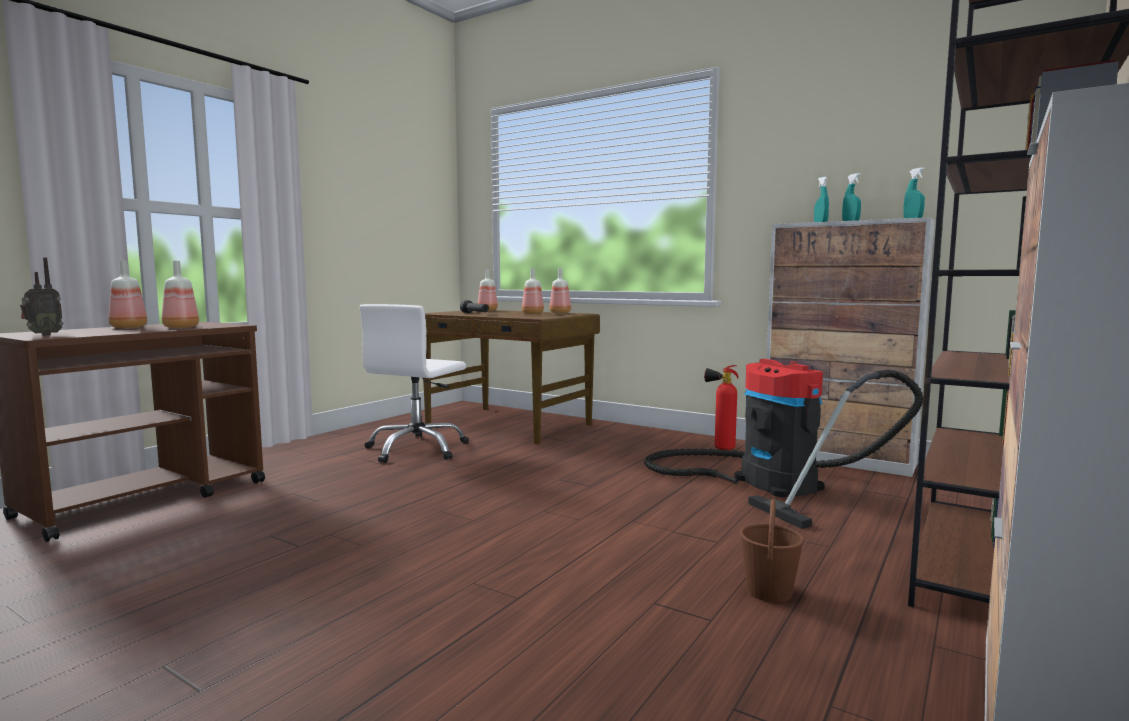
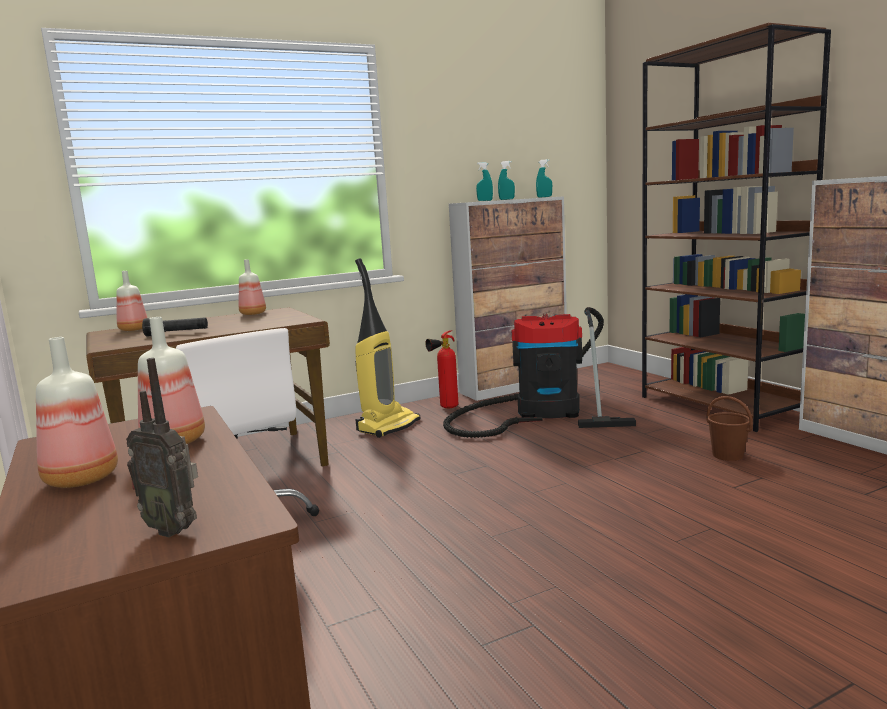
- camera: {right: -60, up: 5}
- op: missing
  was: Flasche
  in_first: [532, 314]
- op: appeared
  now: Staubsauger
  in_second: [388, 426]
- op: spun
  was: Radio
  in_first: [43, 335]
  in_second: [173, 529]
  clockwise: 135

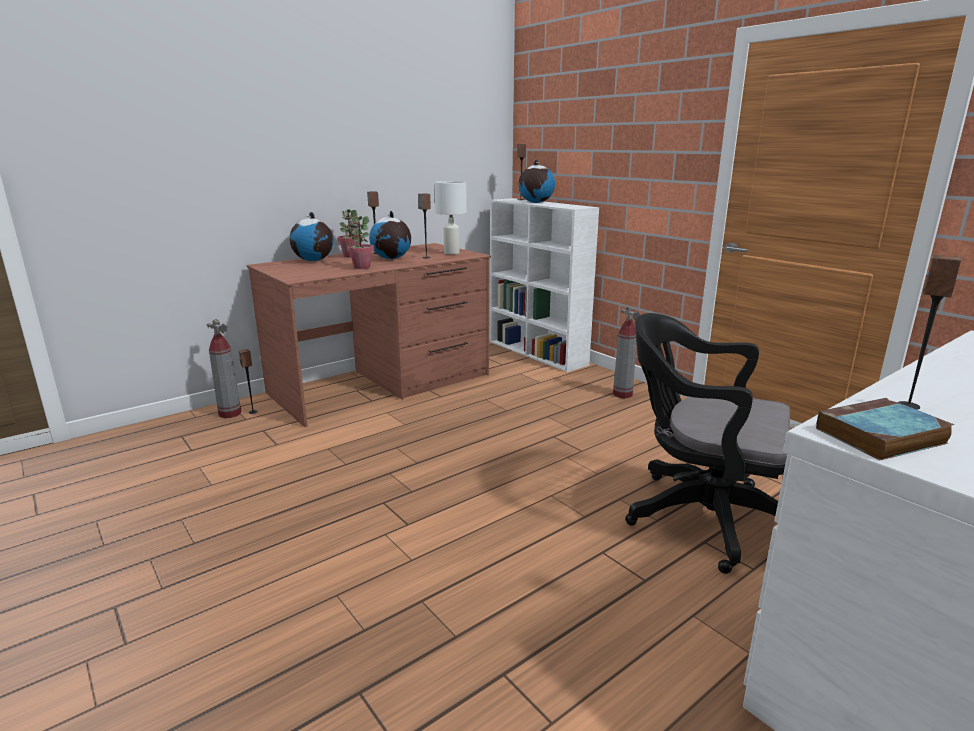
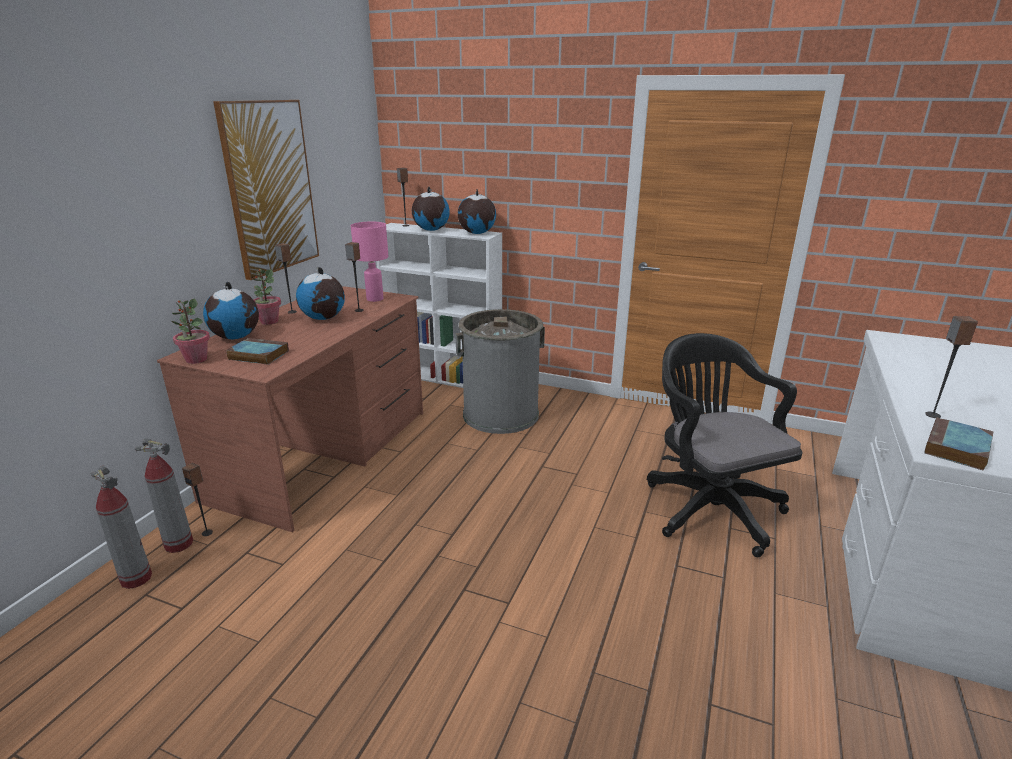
- camera: {right: -30, up: 5}
- op: appeared
  now: Bild
  in_second: [270, 188]
- op: appeared
  now: Buch
  in_second: [257, 355]
- op: appeared
  now: Mülleimer (grau)
  in_second: [500, 414]
- op: appeared
  now: Globus
  in_second: [476, 233]
- op: relocated
  was: Topfpflanze
  in_first: [361, 267]
  in_second: [196, 359]
- op: relocated
  was: Feuerlöscher
  in_first: [622, 394]
  in_second: [136, 578]
- op: colour
  was: Tischlampe (weiß)
  now: Tischlampe (rosa)
  in_first: [452, 253]
  in_second: [375, 299]
- op: spun
  was: Bürostuhl (schwarz)
  in_first: [700, 516]
  in_second: [708, 506]
  clockwise: 75

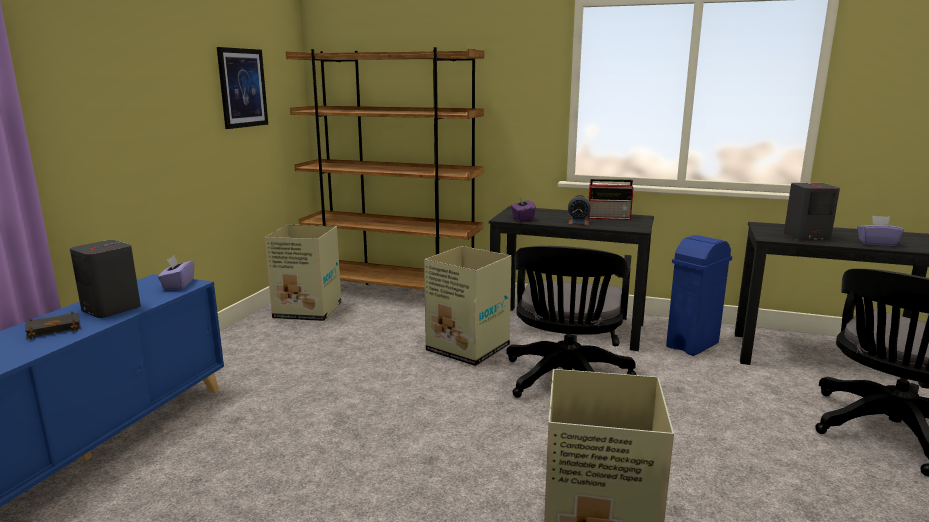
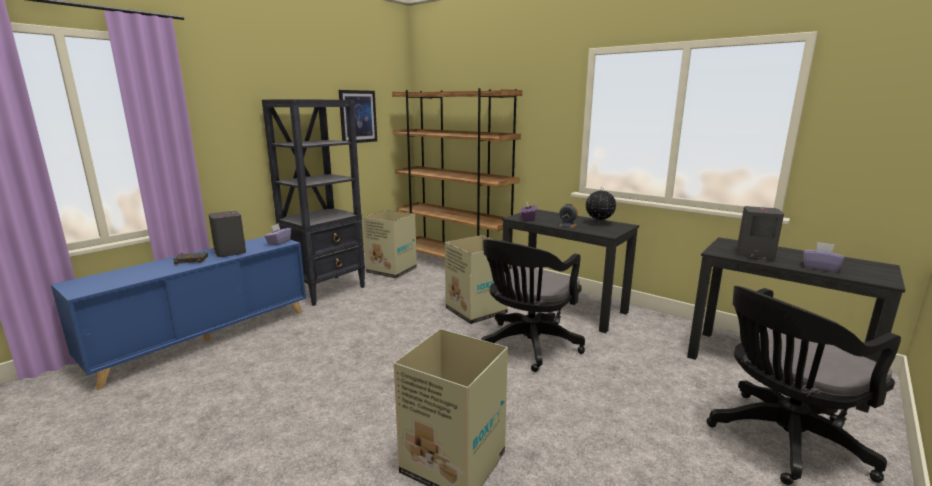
- camera: {right: 20, up: 0}
- op: missing
  was: Mülleimer (blau)
  in_first: [693, 345]
- op: appeared
  now: Bücherregal (schwarz)
  in_second: [326, 290]
- op: exchanged
  was: Radio
  now: Globus
  in_first: [610, 217]
  in_second: [599, 223]

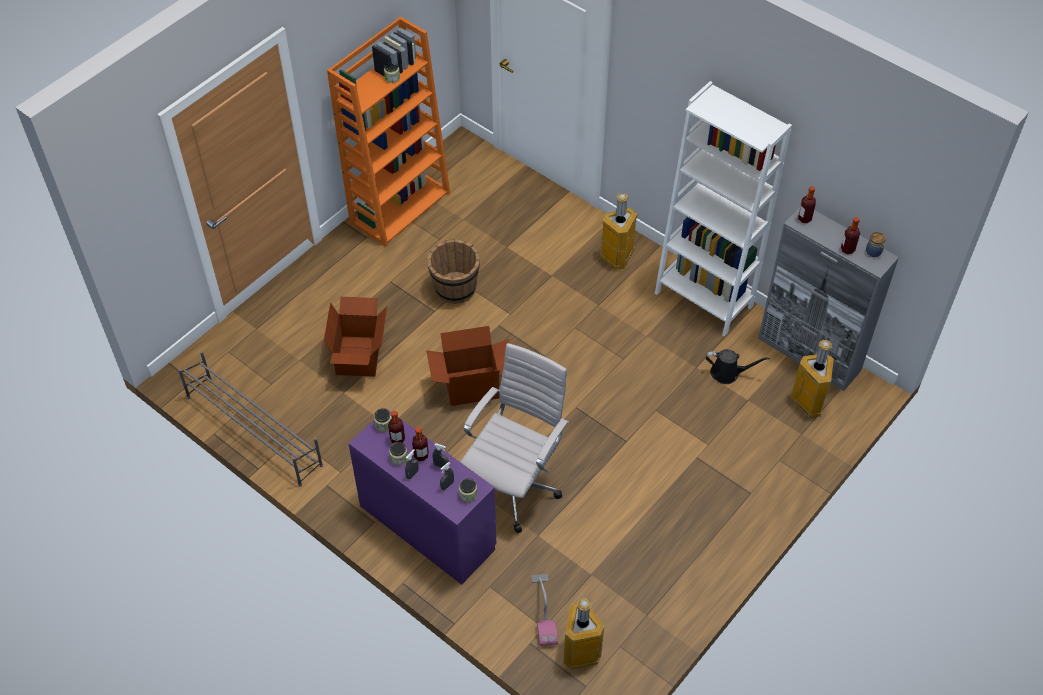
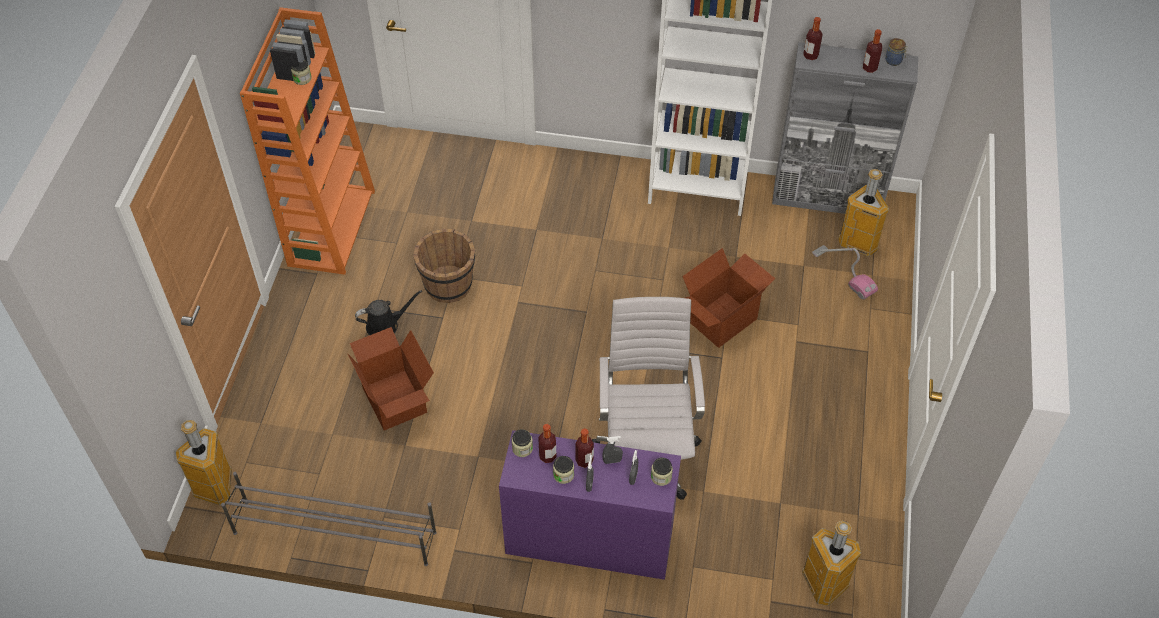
- camera: {right: -30, up: 0}
- op: relocated
  was: Karton
  in_first: [471, 385]
  in_second: [721, 319]
- op: relocated
  was: Staubsauger
  in_first: [544, 611]
  in_second: [843, 273]
- op: relocated
  was: Mülleimer
  in_first: [618, 257]
  in_second: [216, 486]
- op: relocated
  was: Gießkanne (schwarz)
  in_first: [728, 373]
  in_second: [385, 325]

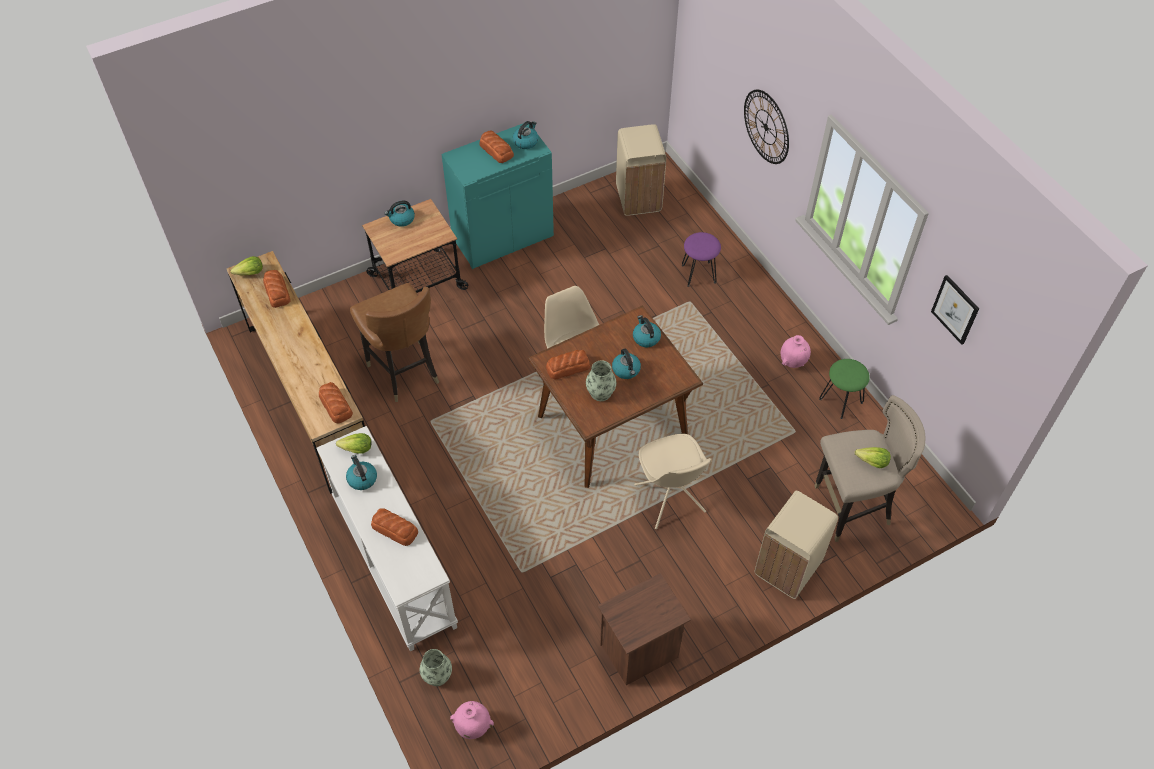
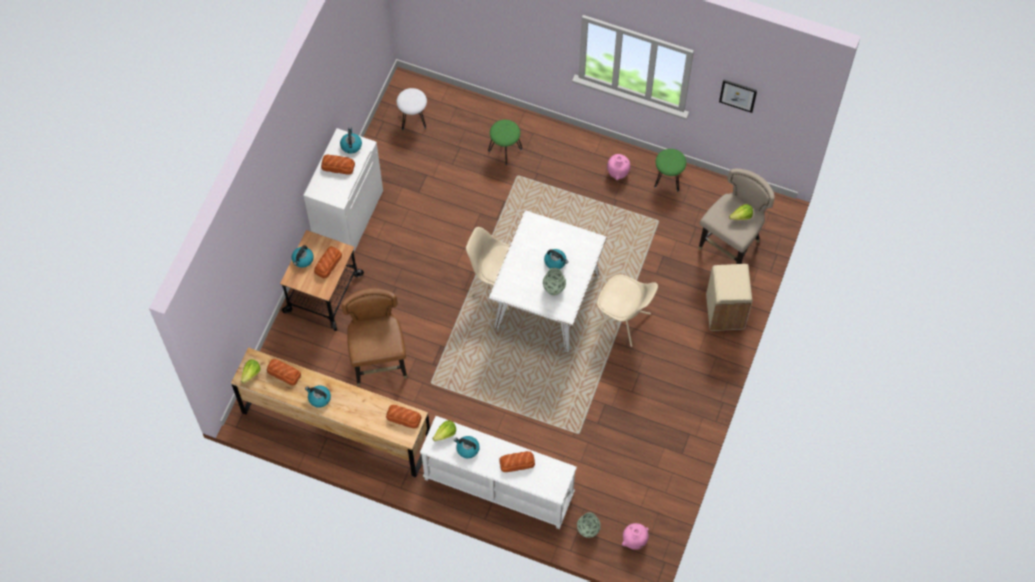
- camera: {right: -40, up: 10}
- op: missing
  was: Nachttisch (braun)
  in_first: [640, 652]
- op: missing
  was: Wanduhr
  in_first: [766, 127]
- op: relocated
  was: Brot
  in_first: [567, 367]
  in_second: [327, 264]
- op: relocated
  was: Wasserkessel
  in_first: [646, 338]
  in_second: [319, 398]
- op: exchanged
  was: Mülleimer (beige)
  now: Hocker (weiß)
  in_first: [639, 198]
  in_second: [413, 118]
- op: colour
  was: Schrank (türkis)
  now: Schrank (weiß)
  in_first: [503, 236]
  in_second: [348, 216]
- op: colour
  was: Esstisch (braun)
  now: Esstisch (weiß)
  in_first: [612, 427]
  in_second: [547, 300]
- op: colour
  was: Hocker (lila)
  now: Hocker (grün)
  in_first: [698, 274]
  in_second: [505, 150]
- op: spun
  was: Stuhl (braun)
  in_first: [404, 371]
  in_second: [379, 363]
  clockwise: -120

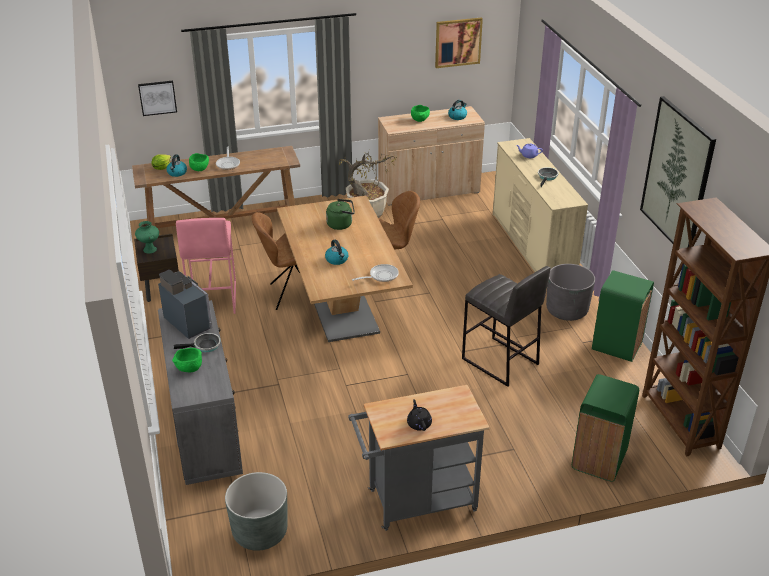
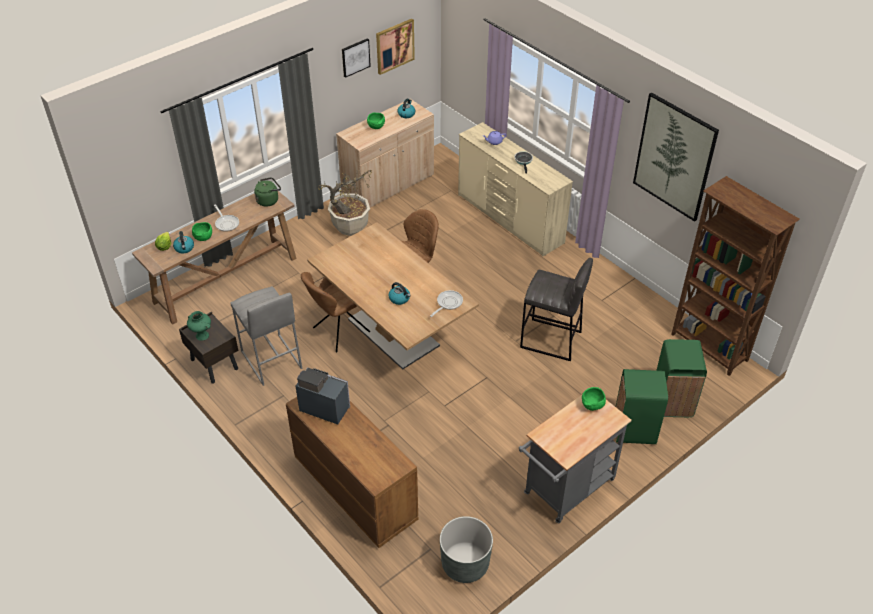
- camera: {right: -25, up: 10}
- op: missing
  was: Pfanne
  in_first: [205, 346]
- op: missing
  was: Teekanne (schwarz)
  in_first: [419, 423]
- op: missing
  was: Pflanzkübel (grau)
  in_first: [567, 310]
- op: relocated
  was: Bild
  in_first: [157, 97]
  in_second: [355, 57]
- op: relocated
  was: Schüssel (grün)
  in_first: [189, 369]
  in_second: [592, 406]
- op: relocated
  was: Wasserkessel (grün)
  in_first: [341, 224]
  in_second: [268, 200]
- op: relocated
  was: Mülleimer (grün)
  in_first: [617, 347]
  in_second: [635, 430]
- op: colour
  was: Kommode (grau)
  now: Kommode (braun)
  in_first: [205, 427]
  in_second: [354, 488]
- op: colour
  was: Hocker (rosa)
  now: Hocker (grau)
  in_first: [212, 299]
  in_second: [271, 360]

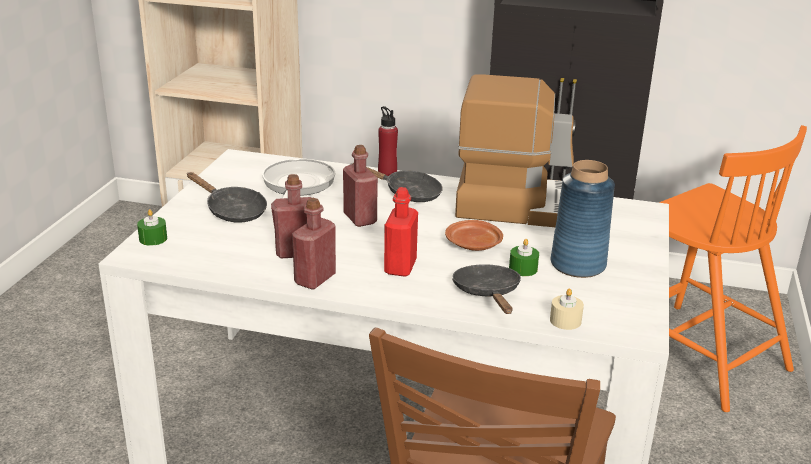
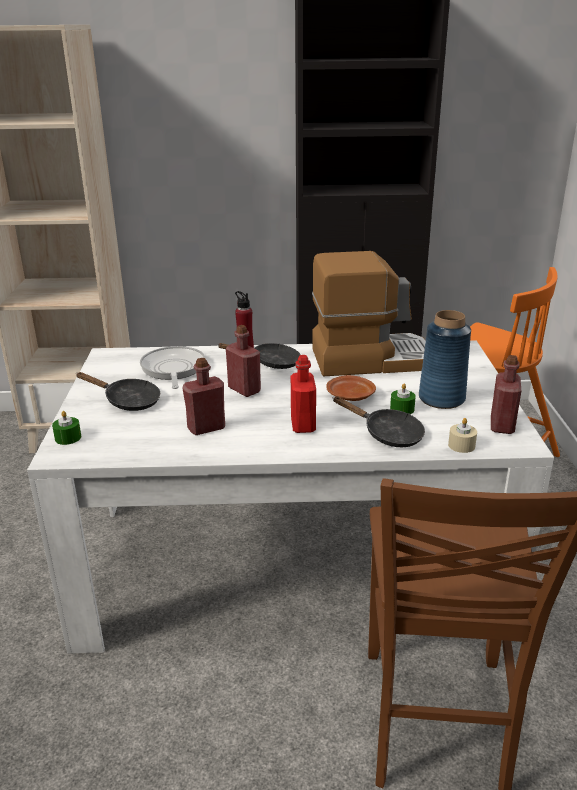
- camera: {right: -15, up: 0}
- op: relocated
  was: Flasche (rot)
  in_first: [315, 279]
  in_second: [502, 425]
- op: spun
  was: Pfanne (schwarz)
  in_first: [488, 293]
  in_second: [387, 434]
  clockwise: 150

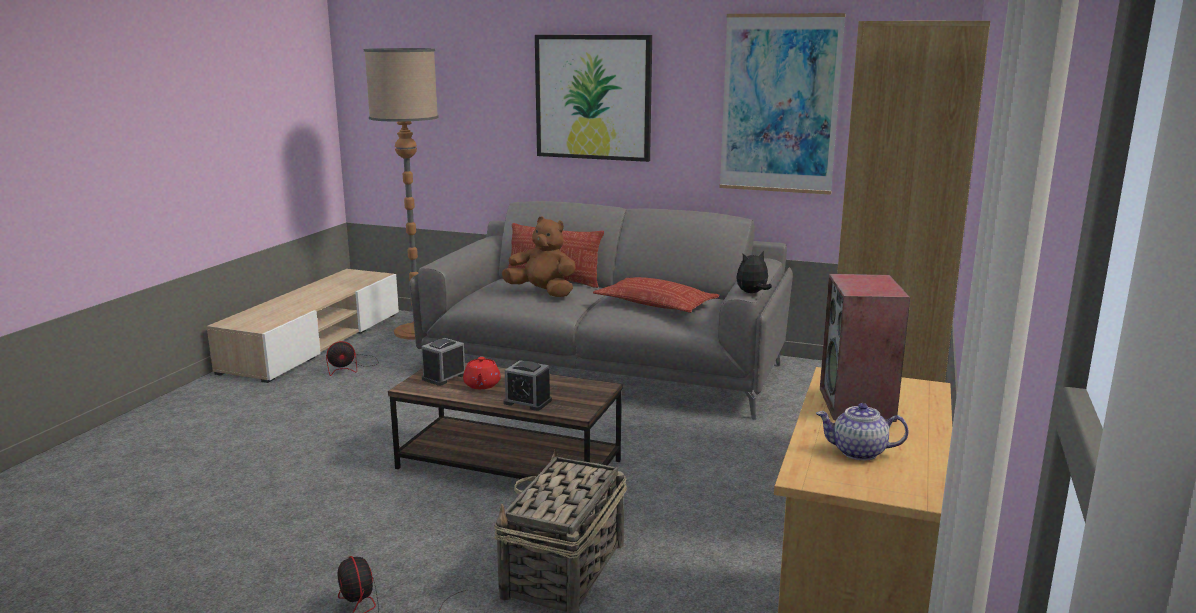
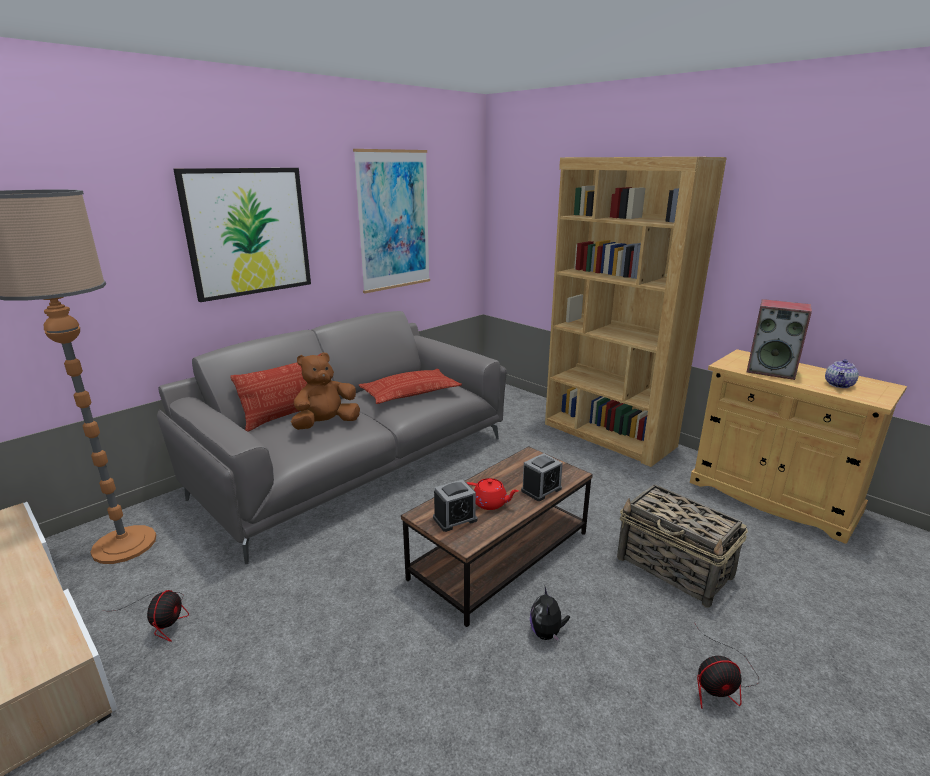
- camera: {right: -65, up: 5}
- op: relocated
  was: Plüschtier
  in_first: [752, 293]
  in_second: [547, 633]
- op: spun
  was: Wecker
  in_first: [444, 377]
  in_second: [455, 519]
  clockwise: -90

